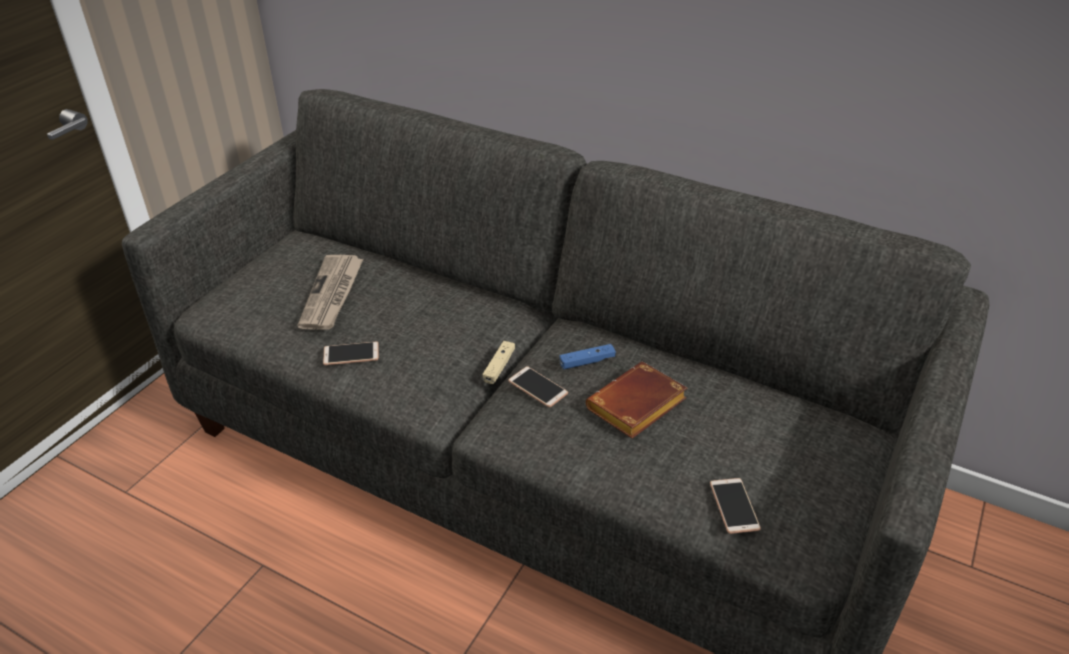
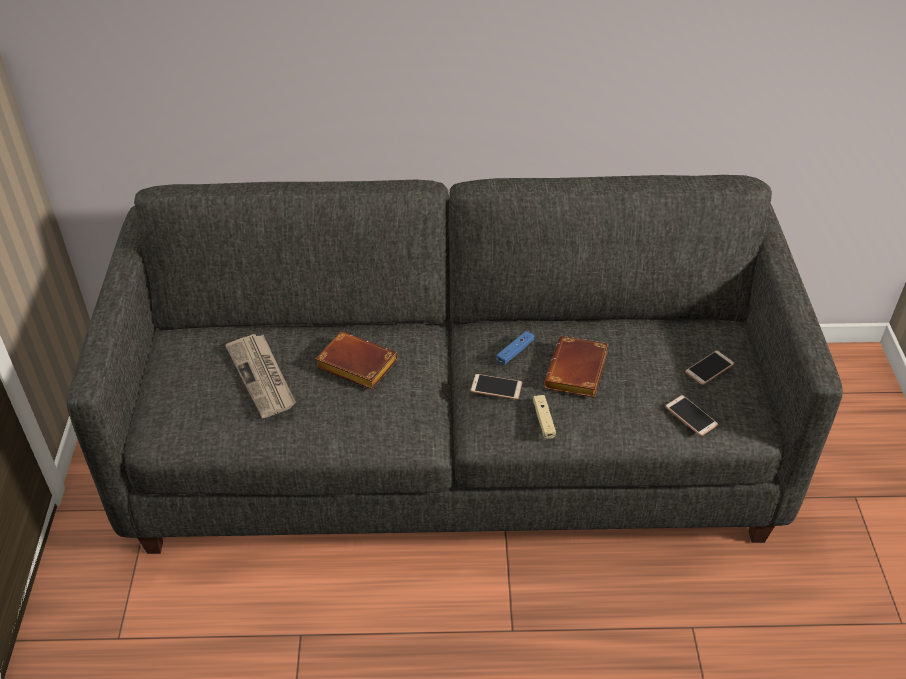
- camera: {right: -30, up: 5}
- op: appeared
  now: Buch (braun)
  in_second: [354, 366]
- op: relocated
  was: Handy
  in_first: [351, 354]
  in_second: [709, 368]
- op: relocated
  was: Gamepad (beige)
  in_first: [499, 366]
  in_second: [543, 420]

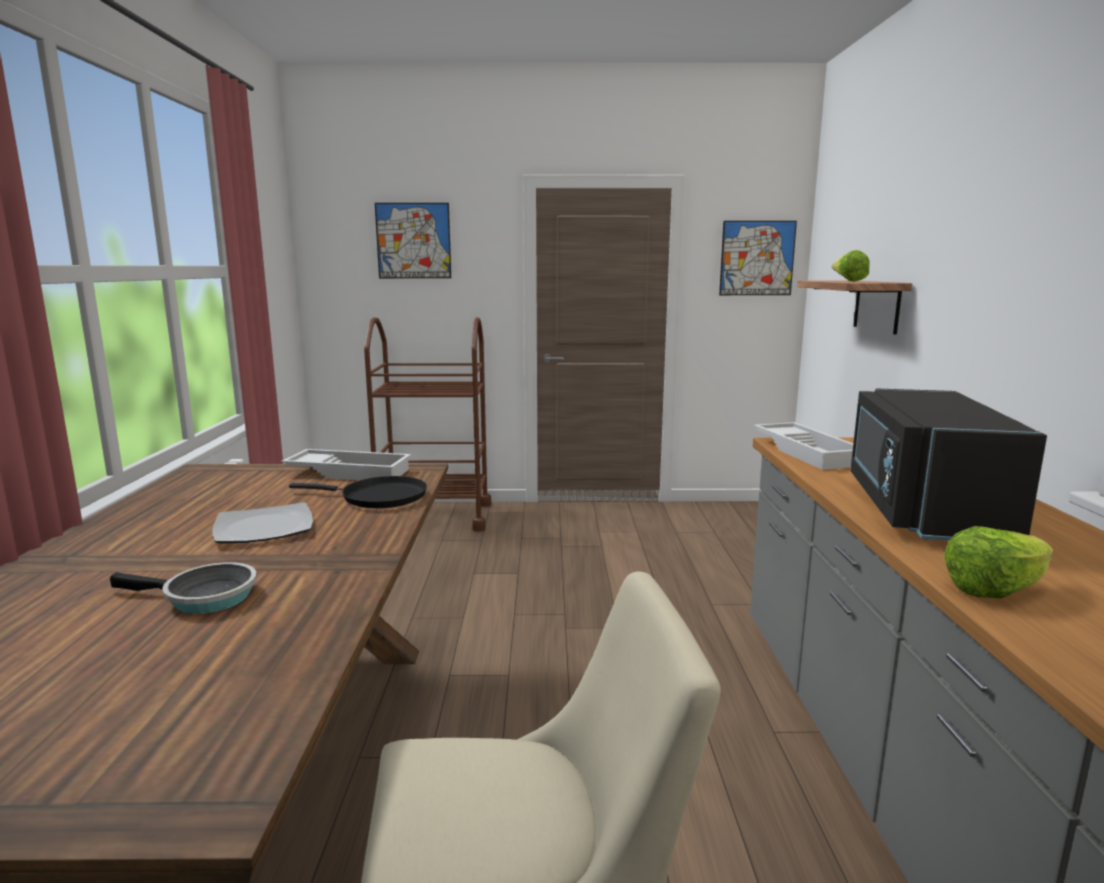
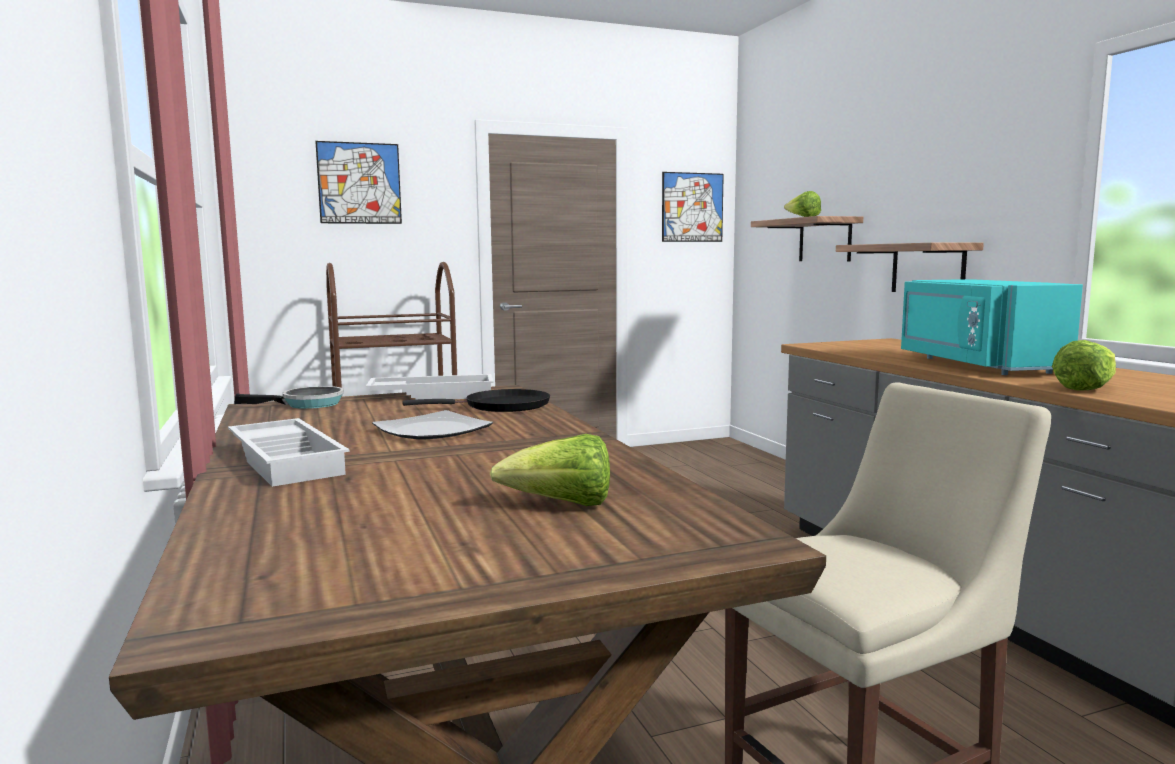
- camera: {right: -20, up: -5}
- op: appeared
  now: Salatkopf
  in_second: [561, 505]
- op: appeared
  now: Wandregal
  in_second: [928, 268]
- op: relocated
  was: Pfanne
  in_first: [203, 597]
  in_second: [307, 404]
- op: relocated
  was: Tablett (weiß)
  in_first: [808, 452]
  in_second: [289, 461]
- op: colour
  was: Mikrowelle (schwarz)
  now: Mikrowelle (türkis)
  in_first: [920, 510]
  in_second: [974, 365]

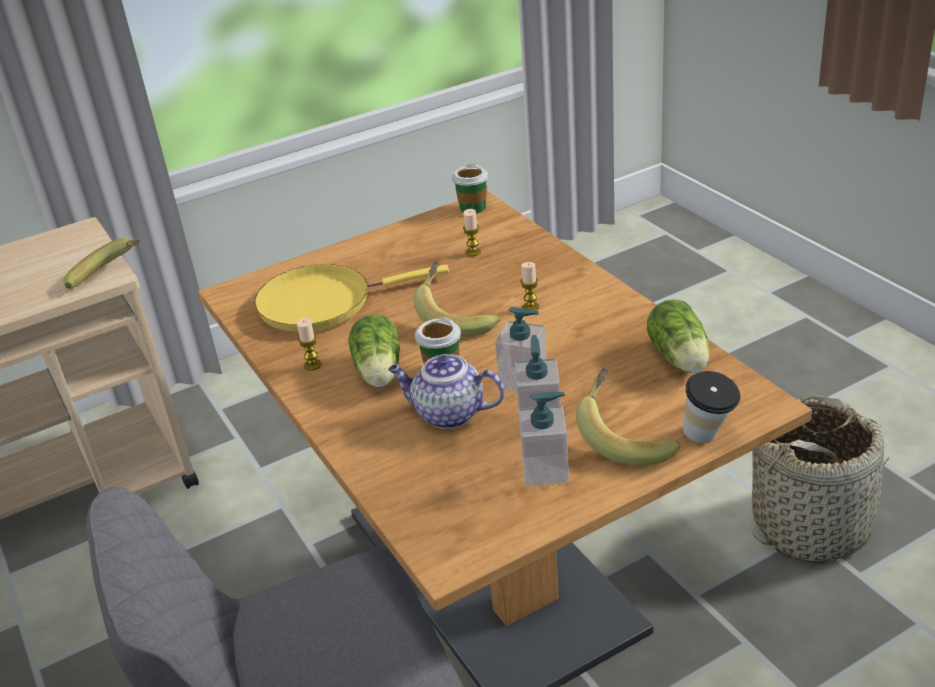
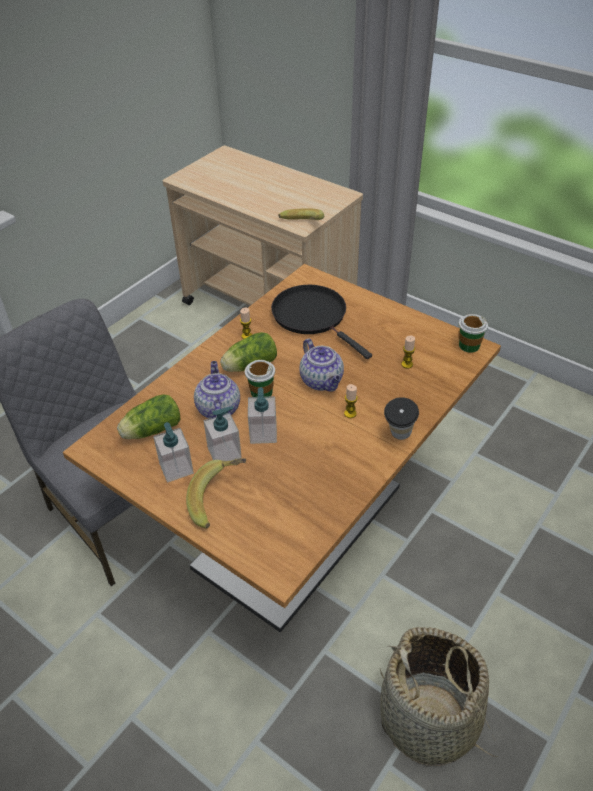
- camera: {right: 65, up: 10}
- op: relocated
  was: Salatkopf
  in_first: [680, 359]
  in_second: [150, 430]
- op: relocated
  was: Tasse
  in_first: [708, 438]
  in_second: [398, 437]
- op: exchanged
  was: Banane
  now: Teekanne
  in_first: [457, 317]
  in_second: [322, 381]
- op: colour
  was: Pfanne (gelb)
  now: Pfanne (schwarz)
  in_first: [323, 302]
  in_second: [313, 317]

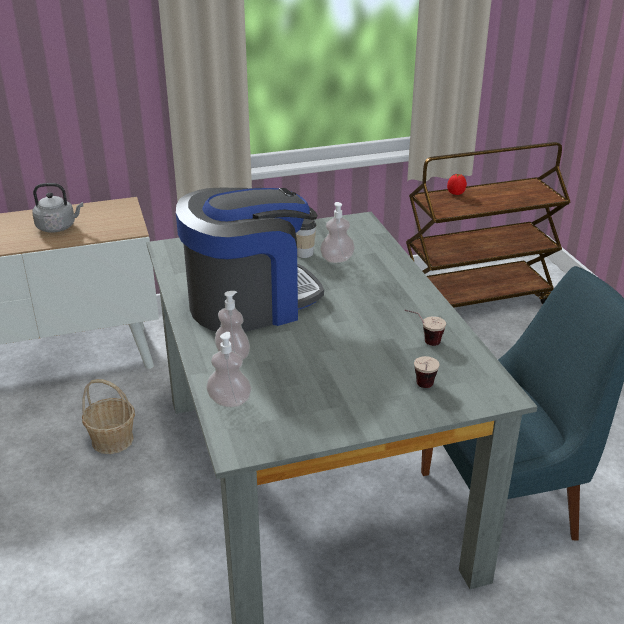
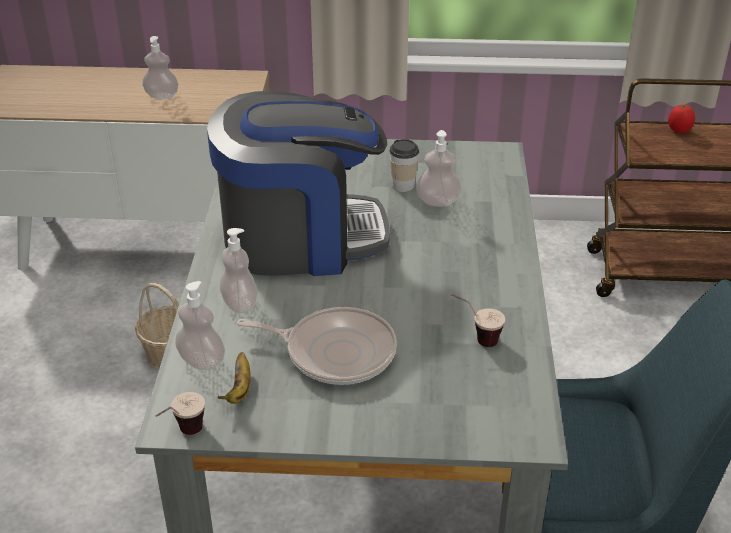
- camera: {right: 20, up: 5}
- op: appeared
  now: Banane
  in_second: [239, 389]
- op: appeared
  now: Pfanne
  in_second: [335, 352]
- op: relocated
  was: Tasse
  in_first: [424, 389]
  in_second: [182, 436]
- op: exchanged
  was: Wasserkessel (grau)
  now: Seifenspender
  in_first: [58, 227]
  in_second: [161, 96]

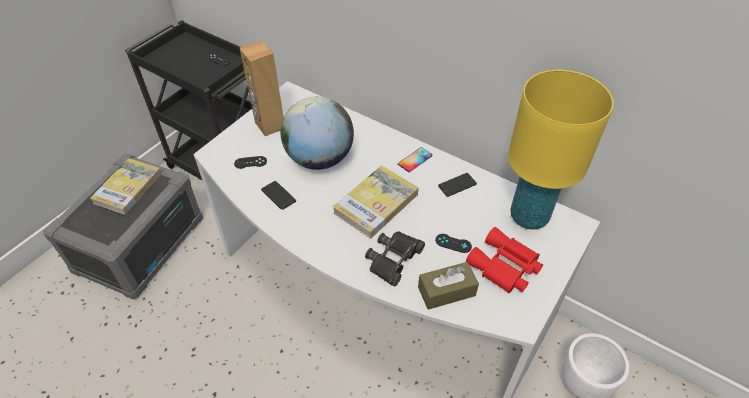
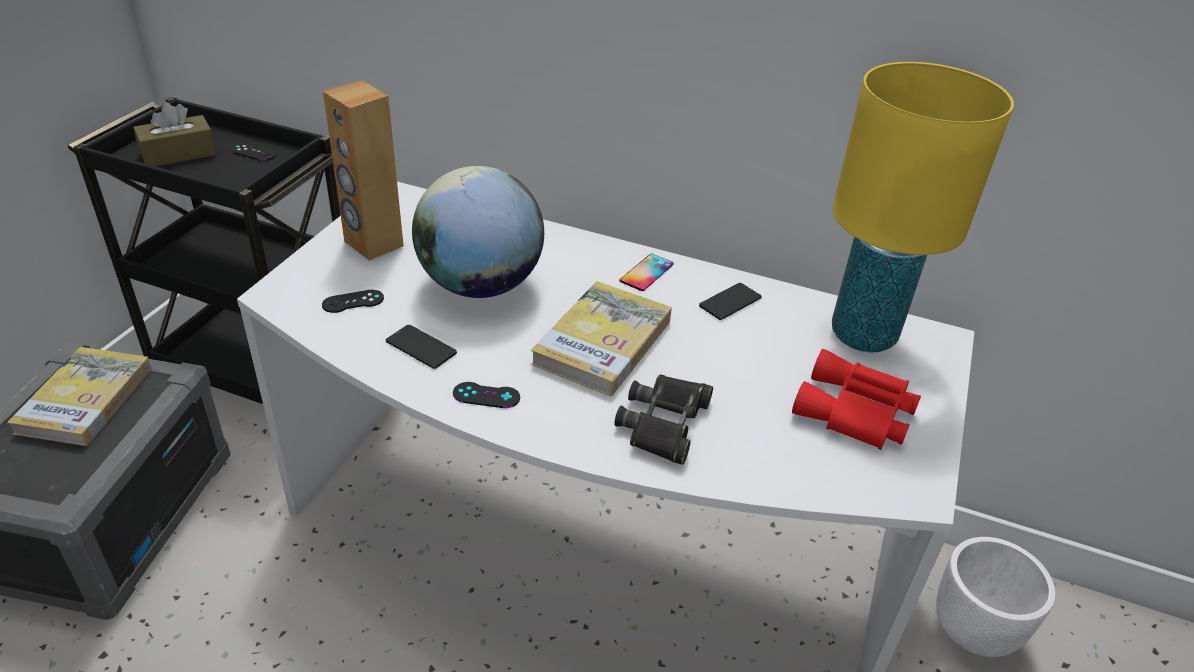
- camera: {right: -15, up: -10}
- op: relocated
  was: Taschentuchbox (braun)
  in_first: [446, 291]
  in_second: [178, 154]
- op: relocated
  was: Gamepad (schwarz)
  in_first: [453, 243]
  in_second: [486, 395]

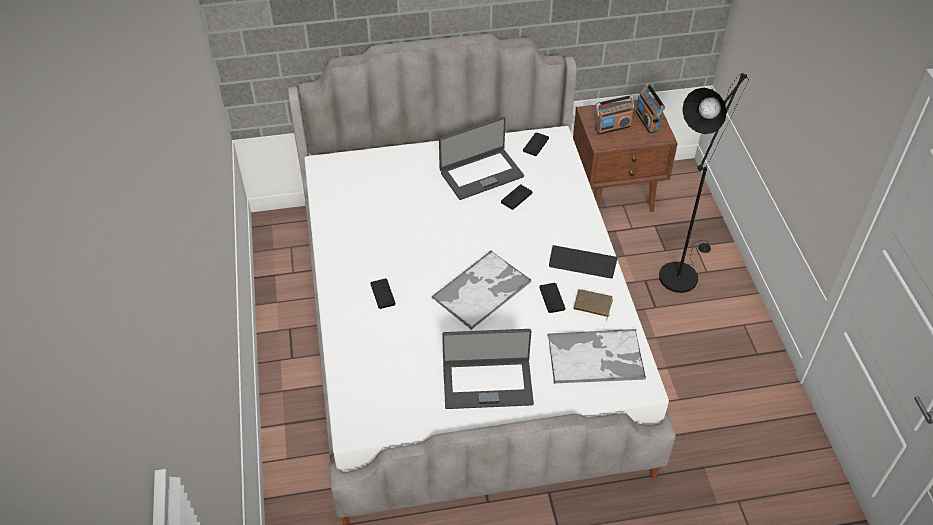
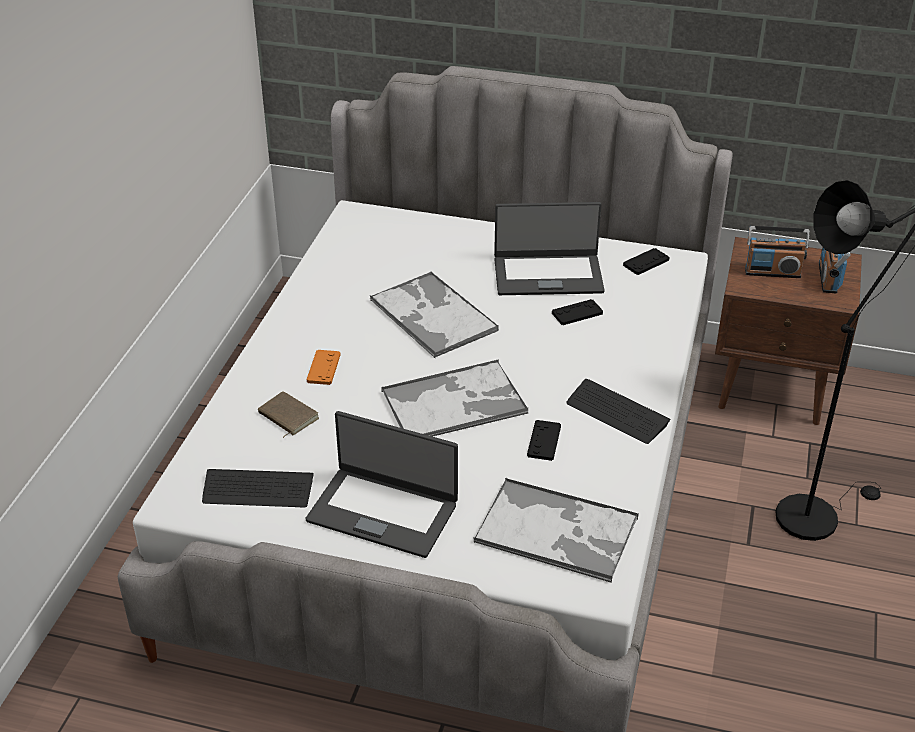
- camera: {right: 25, up: -10}
- op: appeared
  now: Tastatur
  in_second: [258, 490]
- op: appeared
  now: Tablett
  in_second: [432, 315]
- op: relocated
  was: Buch (braun)
  in_first: [592, 305]
  in_second: [287, 417]
- op: colour
  was: Gamepad (schwarz)
  now: Gamepad (orange)
  in_first: [382, 294]
  in_second: [323, 368]

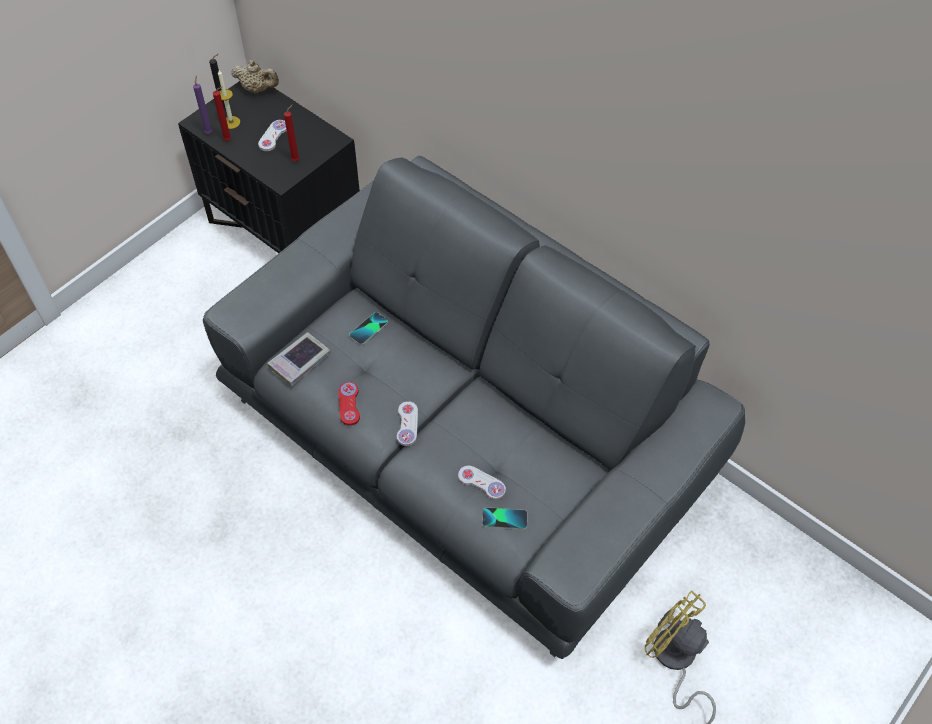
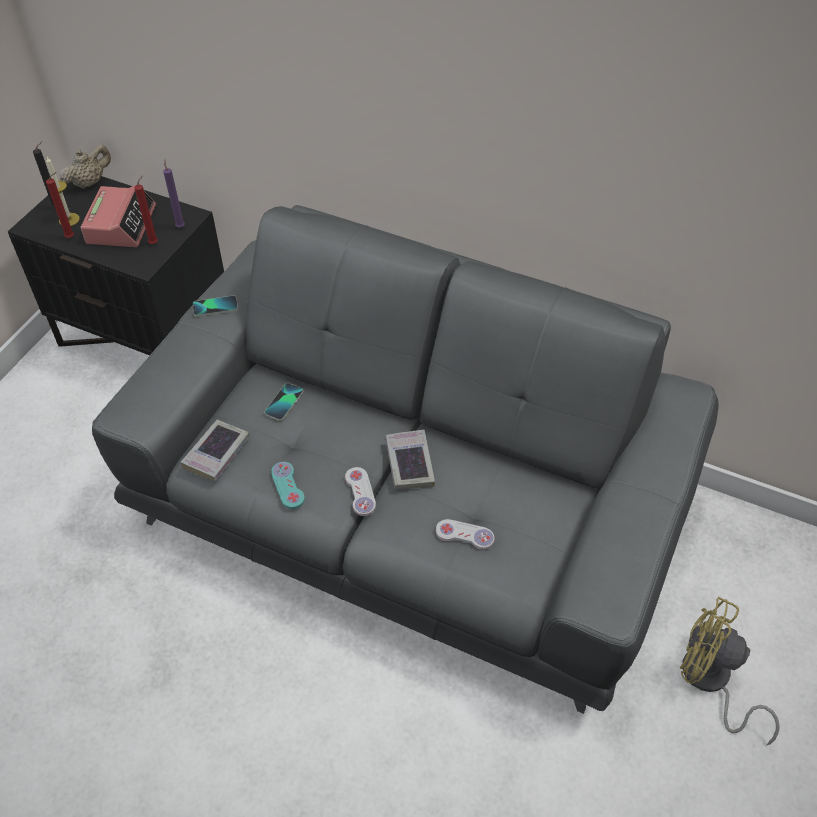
- camera: {right: -15, up: -5}
- op: appeared
  now: Buch
  in_second: [409, 463]
- op: relocated
  was: Kerze (lila)
  in_first: [209, 132]
  in_second: [180, 226]
- op: relocated
  was: Handy
  in_first: [504, 519]
  in_second: [215, 307]
- op: exchanged
  was: Gamepad (weiß)
  now: Wecker
  in_first: [273, 136]
  in_second: [121, 224]
- op: colour
  was: Gamepad (rot)
  now: Gamepad (türkis)
  in_first: [349, 404]
  in_second: [288, 486]
- op: spun
  was: Teekanne (beige)
  in_first: [258, 89]
  in_second: [90, 182]
  clockwise: -45

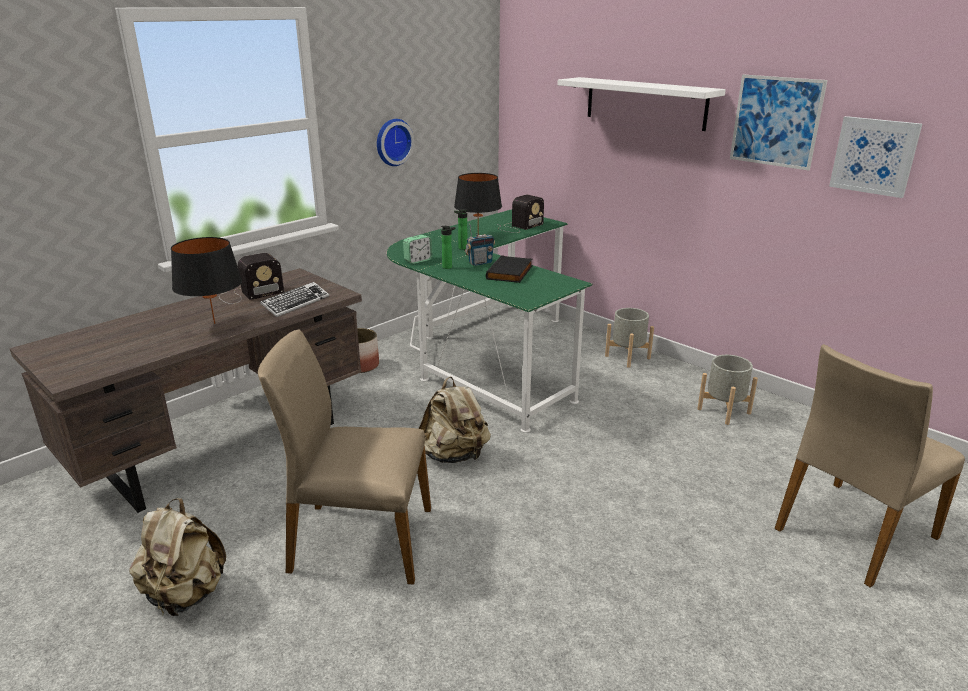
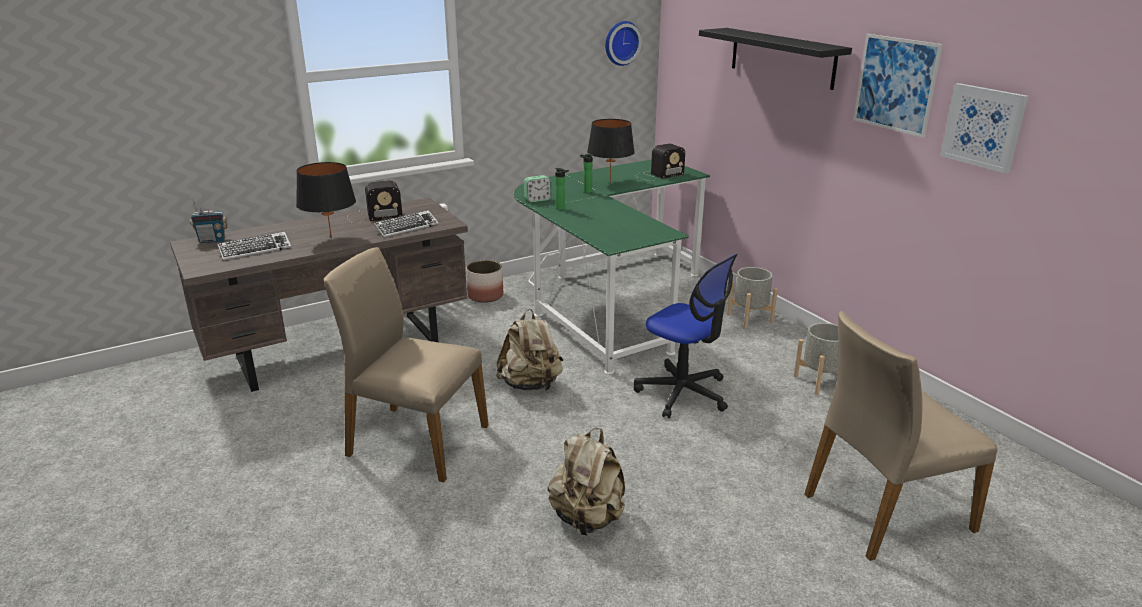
- camera: {right: 15, up: 0}
- op: missing
  was: Buch (schwarz)
  in_first: [511, 273]
- op: appeared
  now: Tastatur
  in_second: [255, 250]
- op: appeared
  now: Bürostuhl
  in_second: [683, 393]
- op: relocated
  was: Rucksack (beige)
  in_first: [185, 595]
  in_second: [587, 518]
- op: relocated
  was: Wanduhr
  in_first: [392, 142]
  in_second: [621, 43]
- op: relocated
  was: Radio
  in_first: [480, 263]
  in_second: [212, 240]
- op: colour
  was: Wandregal (weiß)
  now: Wandregal (schwarz)
  in_first: [645, 103]
  in_second: [782, 57]

